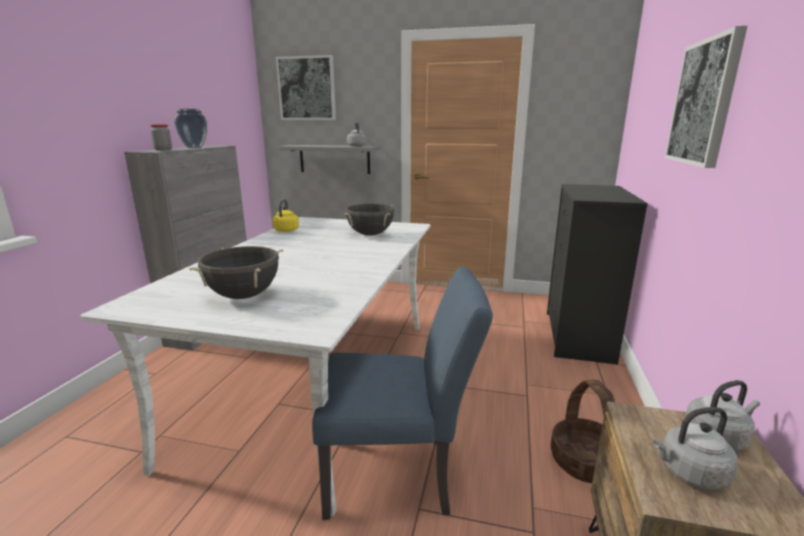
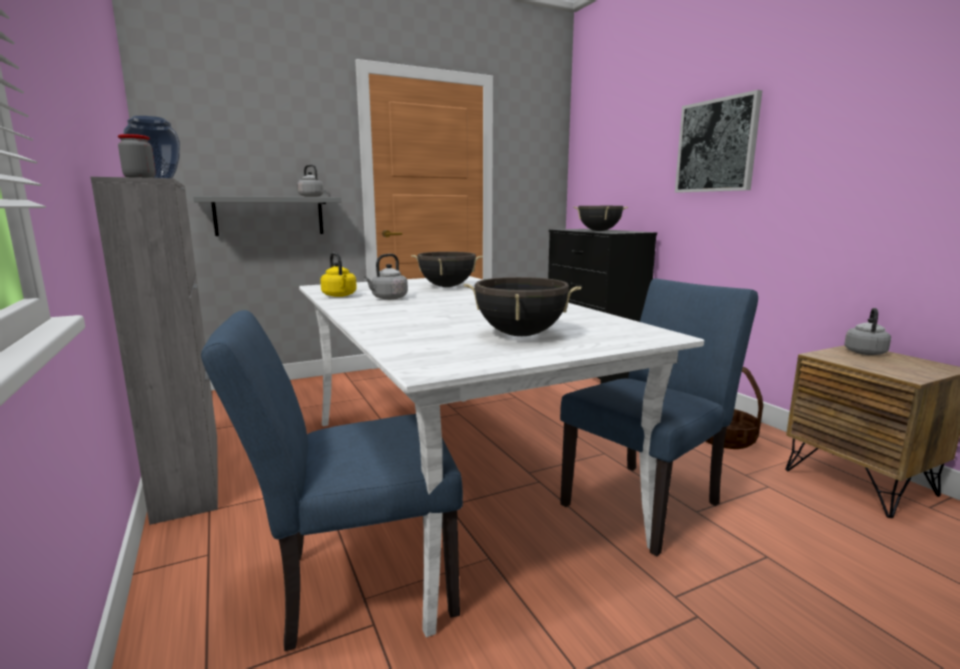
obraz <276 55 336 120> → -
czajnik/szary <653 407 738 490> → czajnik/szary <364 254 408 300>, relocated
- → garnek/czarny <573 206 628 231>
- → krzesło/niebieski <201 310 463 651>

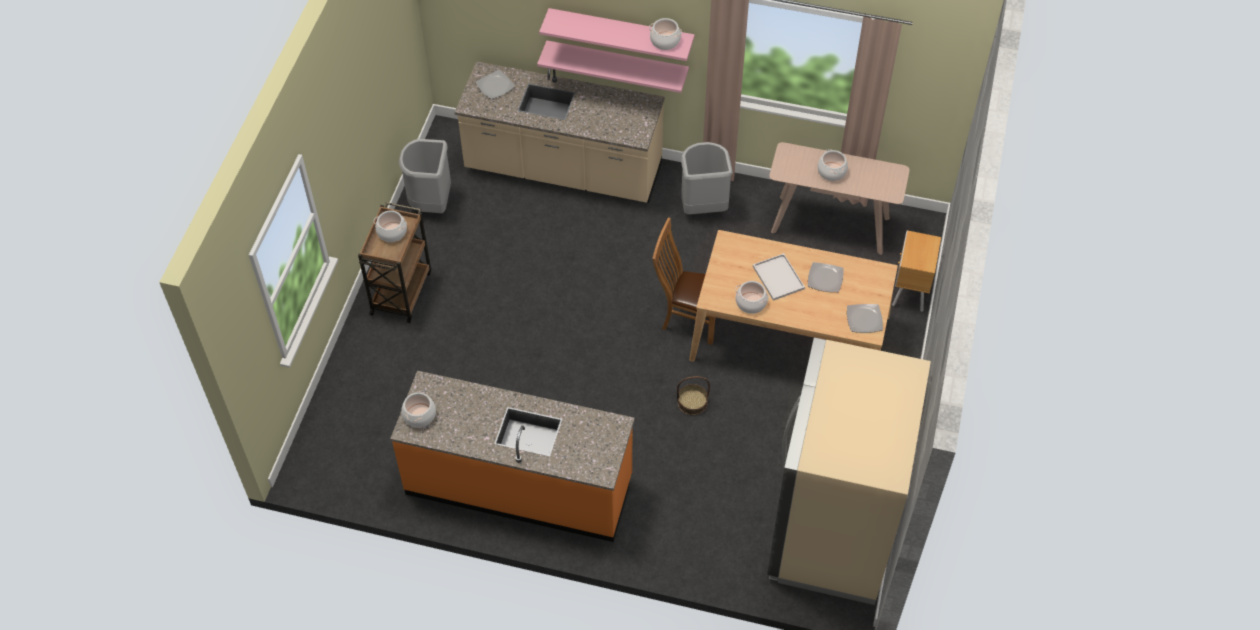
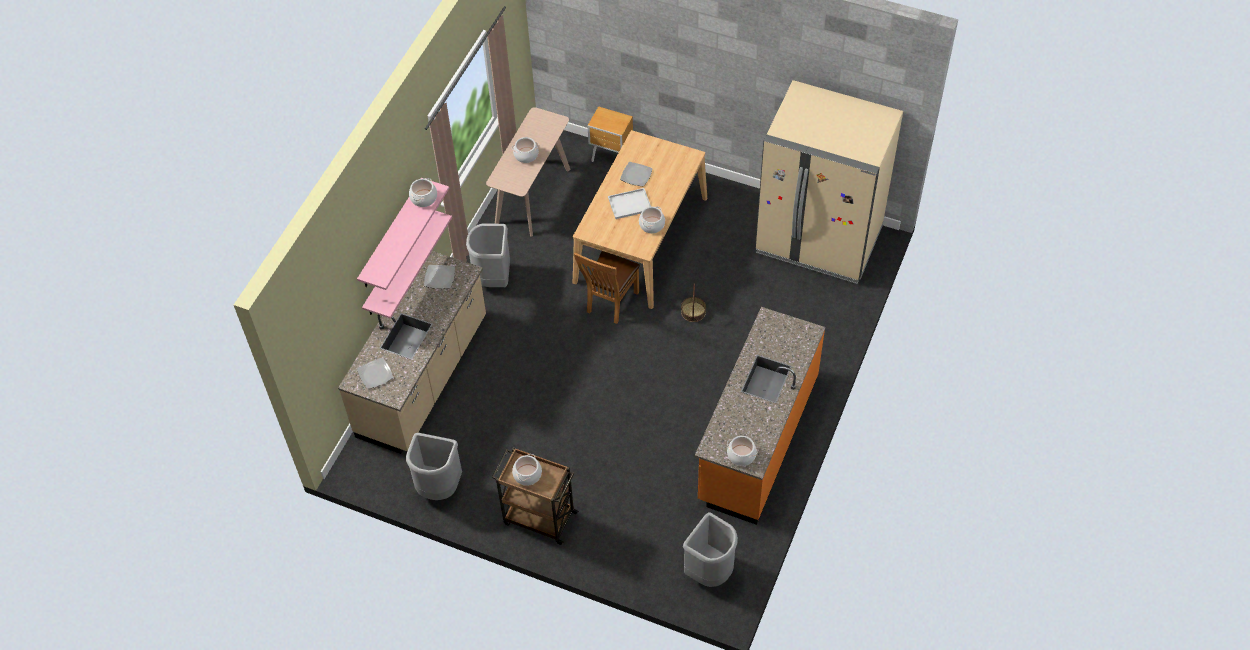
talerz <847 304 883 333> → talerz <424 265 455 289>, relocated
- → kosz na śmieci/szary <683 512 738 587>

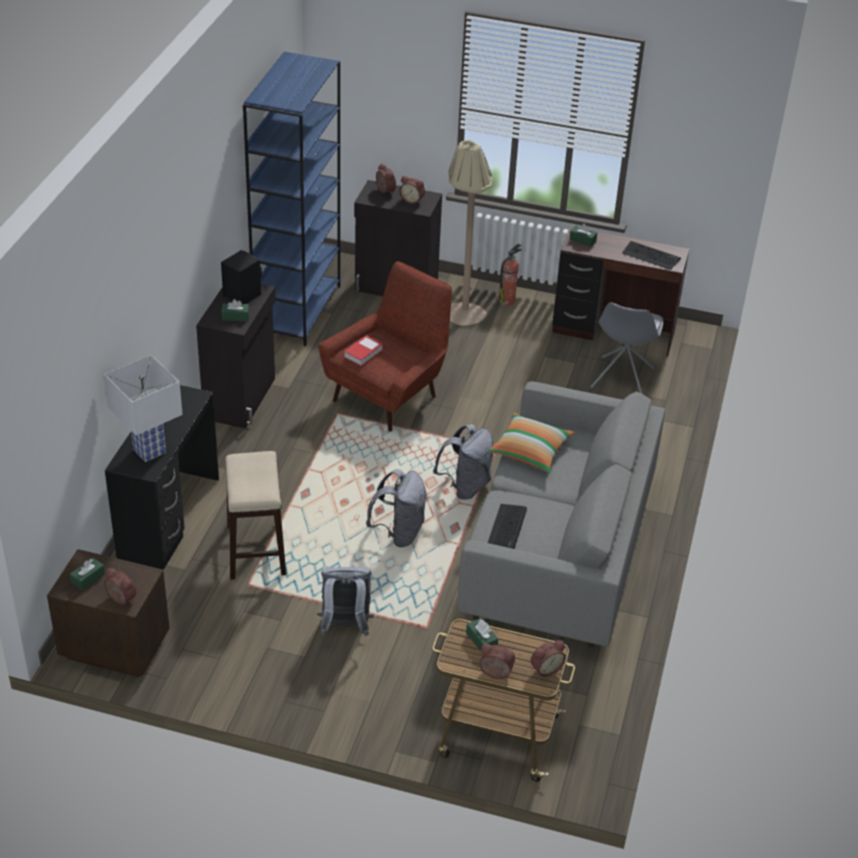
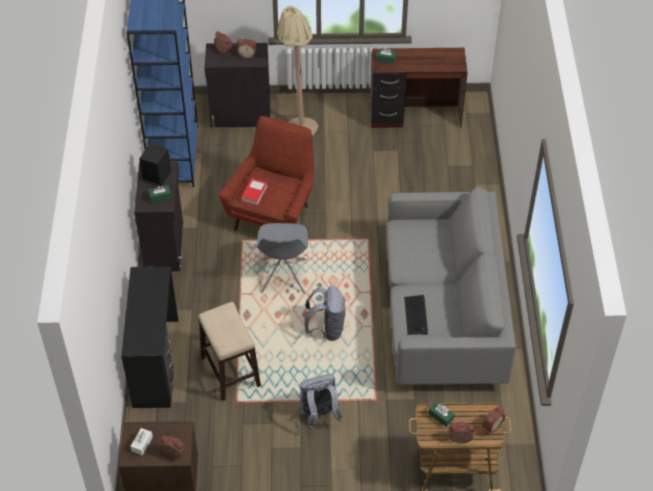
klawiatura <622 241 681 270> → -
gaśnica <499 244 522 306> → -
krzesło/szary <590 302 663 394> → krzesło/szary <257 223 308 294>, relocated
lampa stołowa/biały <104 355 183 462> → -
poduszka <488 413 574 473> → -
plecak/szary <433 424 494 500> → -
pudełko chusteczek/zielony <70 558 105 591> → pudełko chusteczek/biały <130 428 153 455>

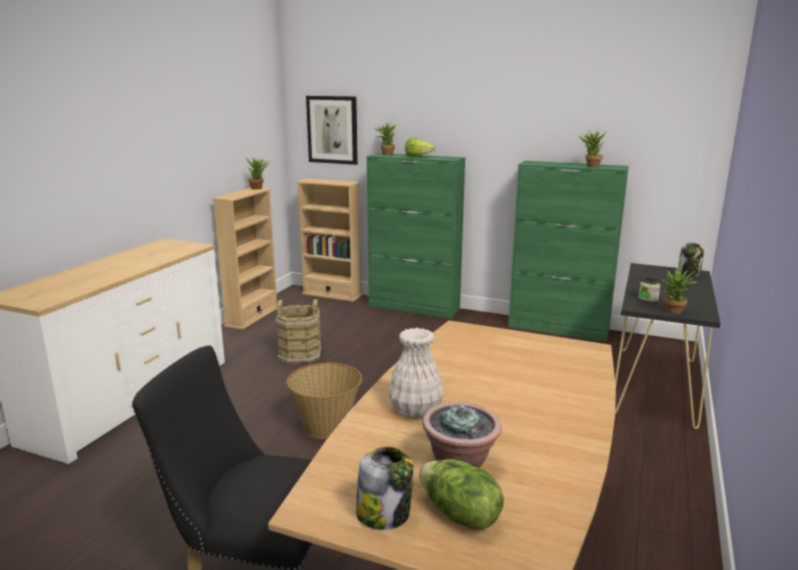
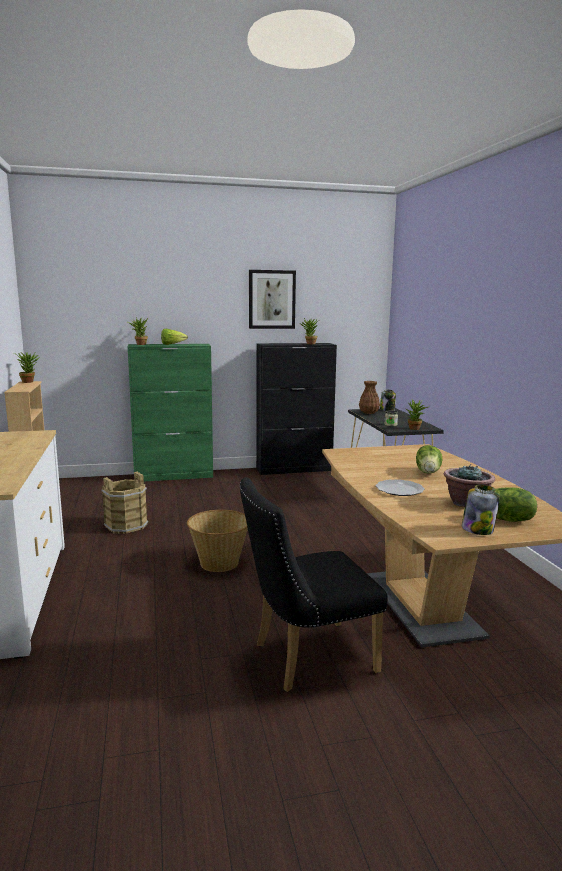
obraz <306 96 358 165> → obraz <249 270 296 329>, relocated
szafka/zielony <508 161 629 342> → szafka/czarny <256 343 337 475>
regał/beżowy <296 178 362 302> → -
wazon/biały <388 328 444 418> → talerz <376 479 425 496>
- → wazon/brązowy <359 381 380 414>
- → sałata <416 445 442 474>

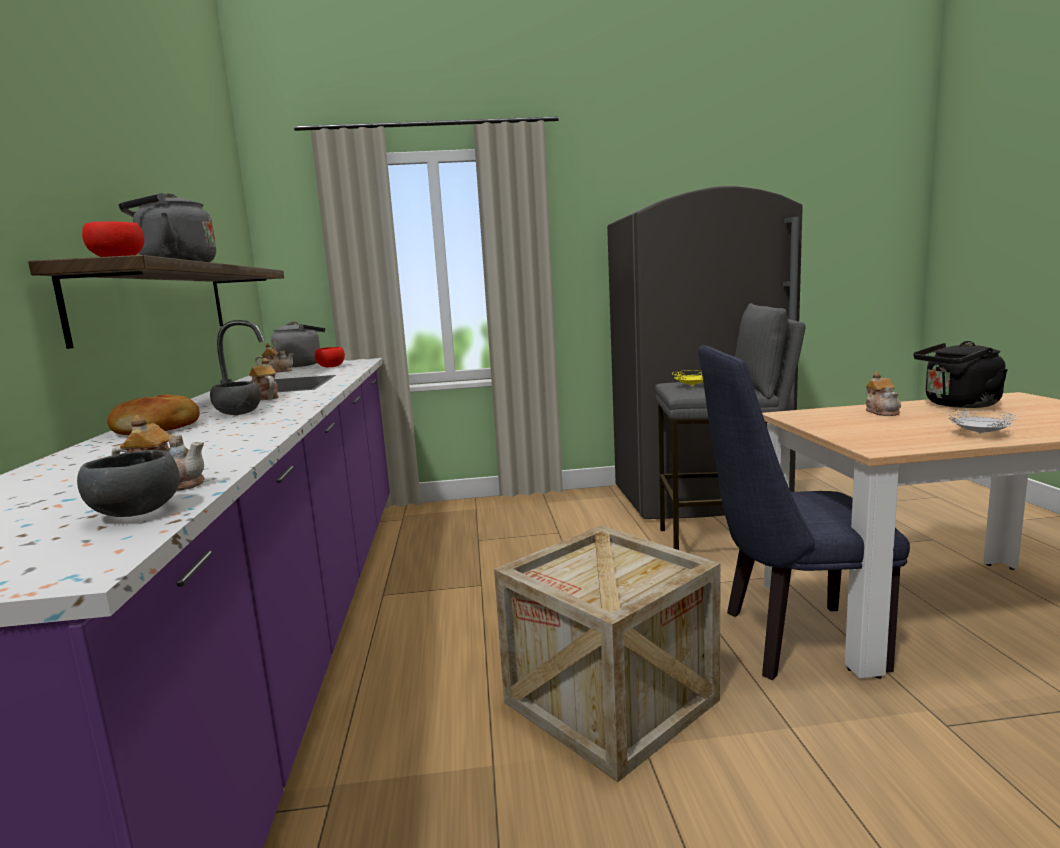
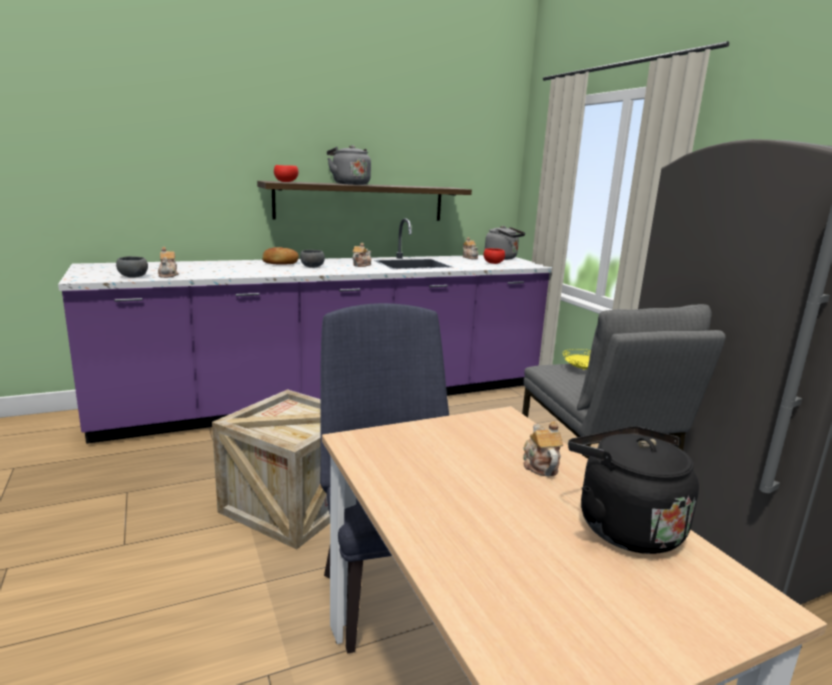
imbryk <866 372 901 416> → imbryk <523 421 563 476>, 105 degrees clockwise
talerz/biały <948 410 1018 434> → -

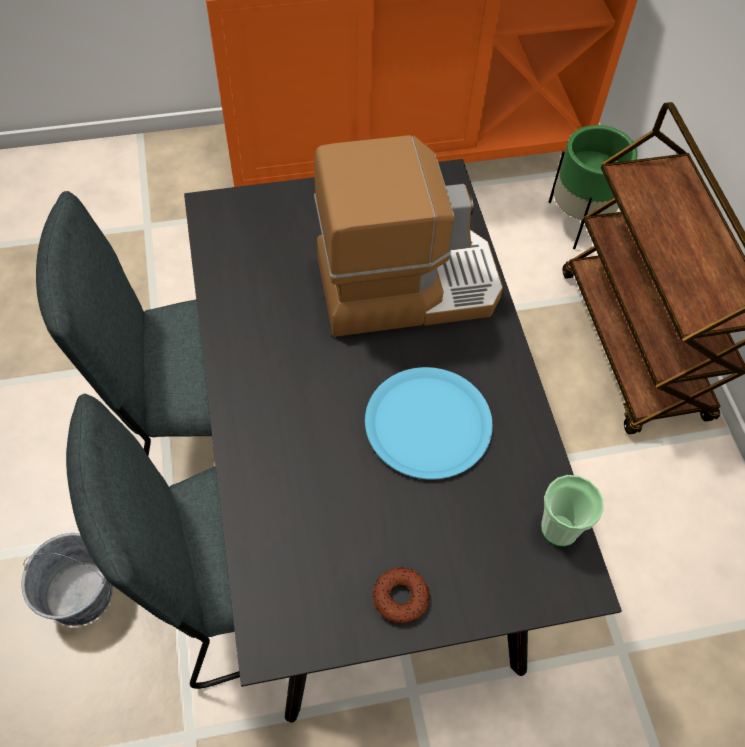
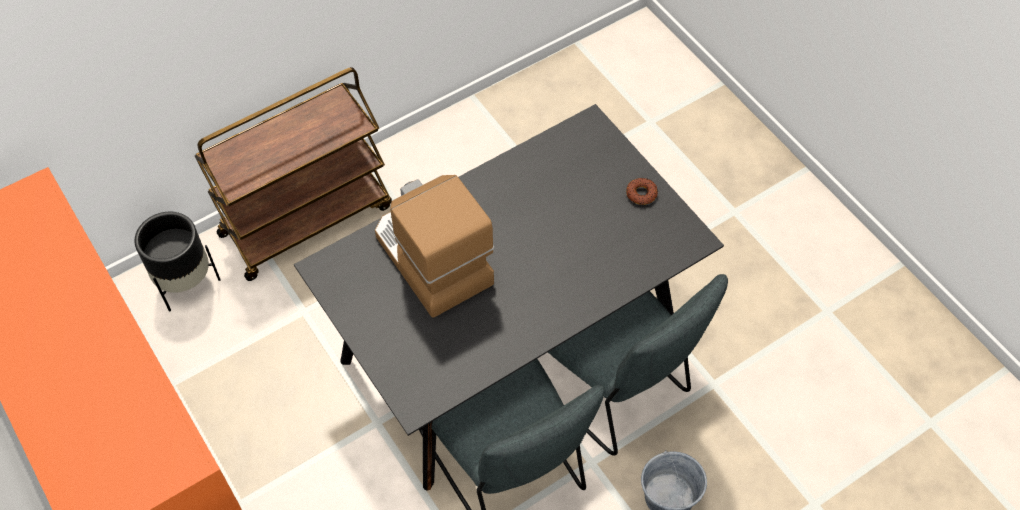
donica/zielony <549 125 638 249> → donica/czarny <134 212 221 311>
talerz/niebieski <365 367 493 480> → -
filiżanka <541 475 604 547> → -

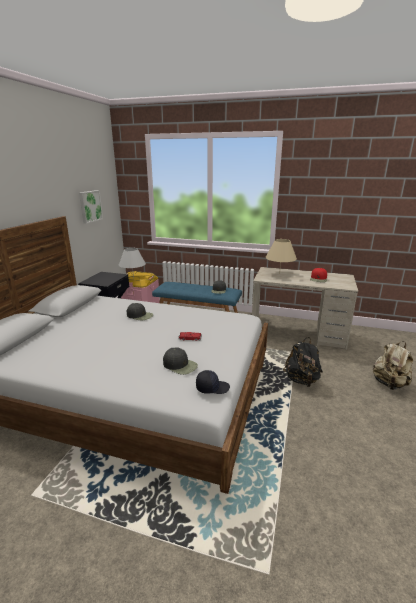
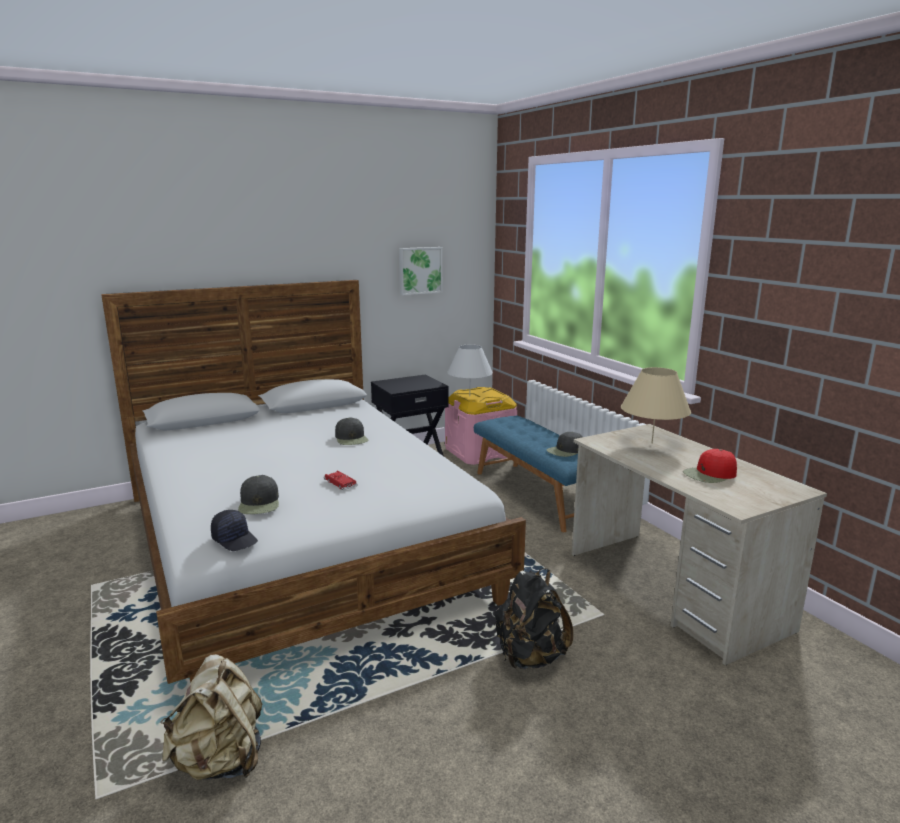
plecak/beżowy <373 341 413 390> → plecak/beżowy <160 654 262 780>, relocated

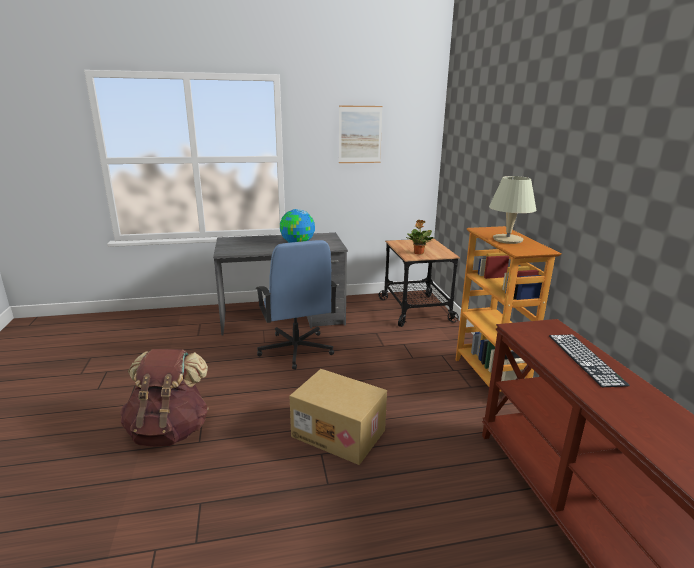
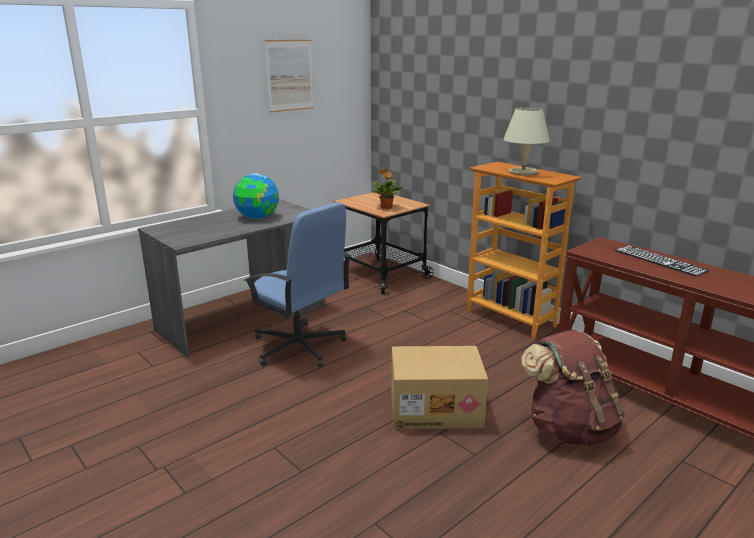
plecak/brązowy <120 349 209 447> → plecak/brązowy <521 329 625 446>, relocated

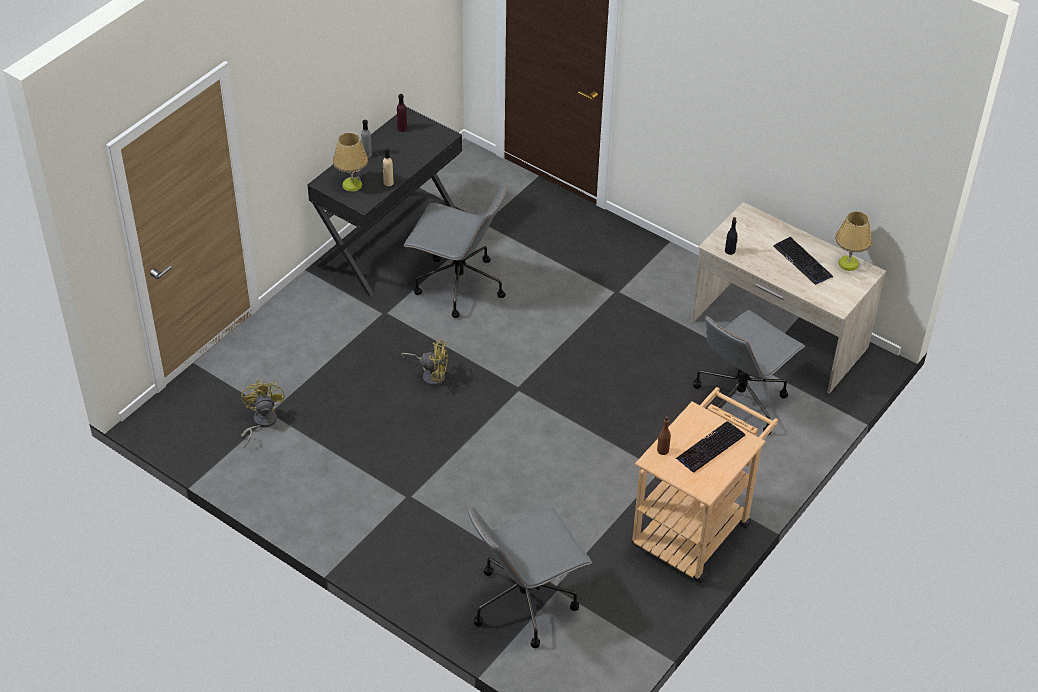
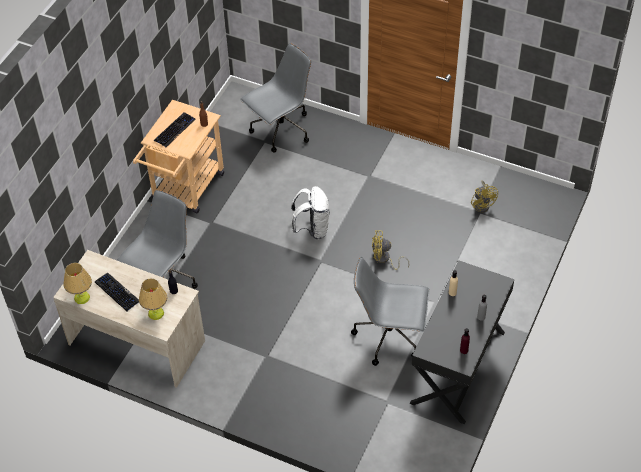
lampa stołowa <333 133 368 192> → lampa stołowa <139 278 167 320>, relocated
- → plecak/biały <291 186 329 239>

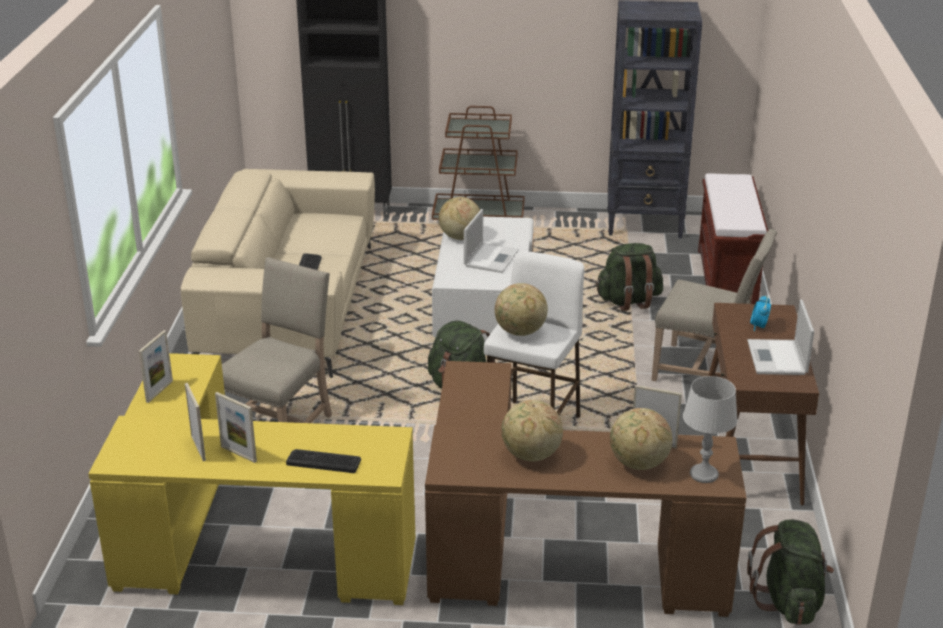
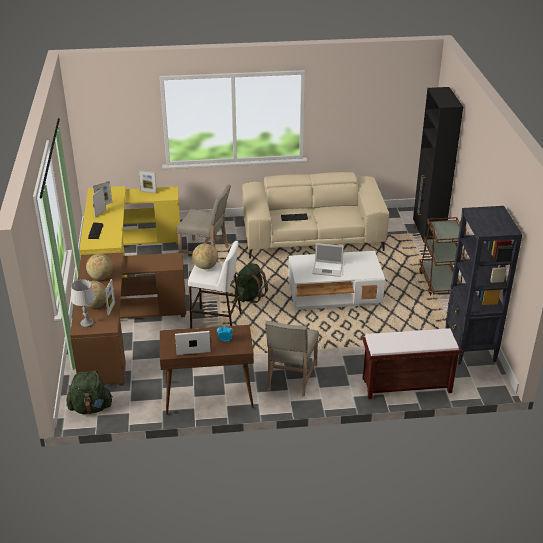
globus <439 197 480 240> → -
plecak/zielony <596 243 663 311> → -

